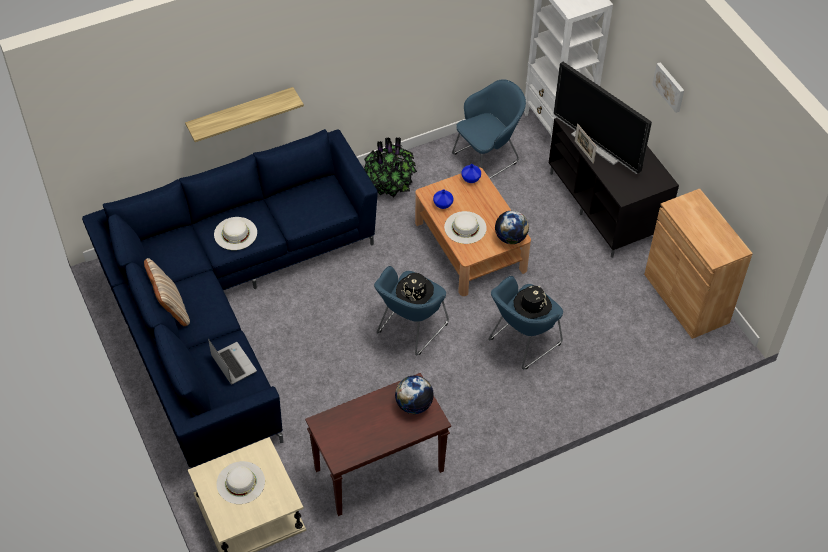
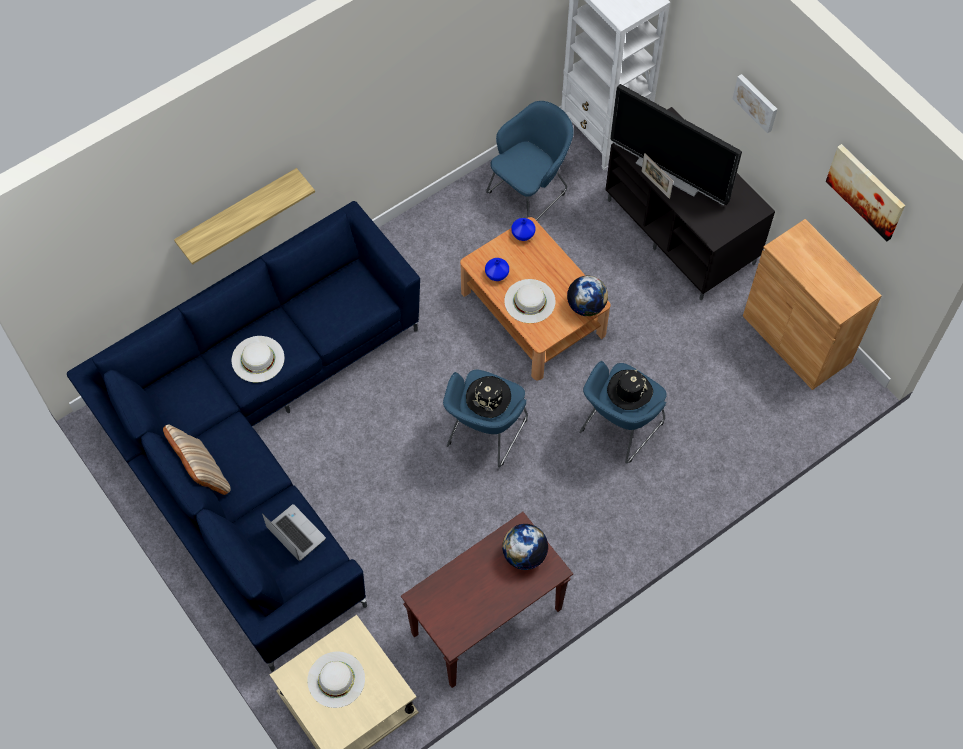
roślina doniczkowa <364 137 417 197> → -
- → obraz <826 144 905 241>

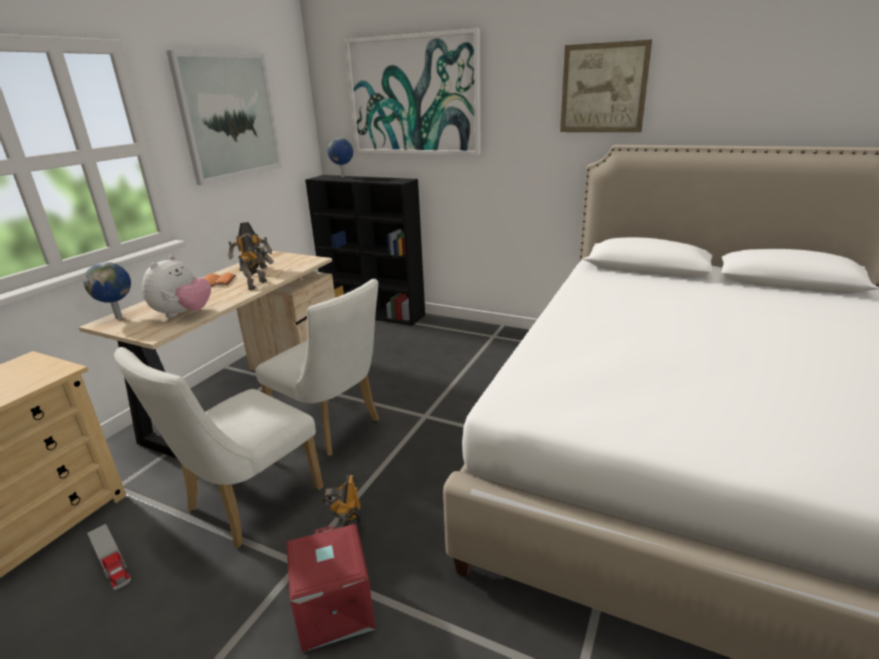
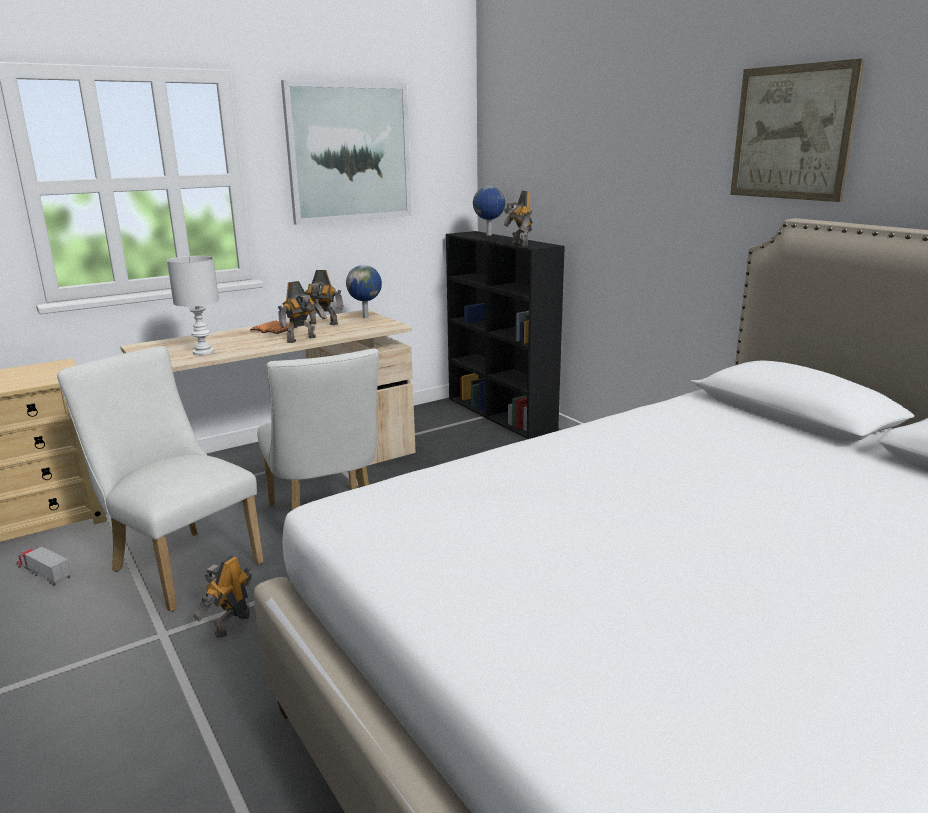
obraz <345 28 481 155> → -
pluszak <142 255 211 318> → lampa stołowa/biały <167 256 219 355>
globus <83 262 131 319> → globus <346 265 382 318>, relocated
krzesło/biały <114 347 323 547> → krzesło/biały <57 346 263 612>, 60 degrees clockwise
ciężarówka zabawkowa <87 524 131 590> → ciężarówka zabawkowa <16 544 71 586>, 135 degrees clockwise
pojemnik do przechowywania/czerwony <286 524 376 652> → -
- → robot zabawkowy <503 191 533 247>

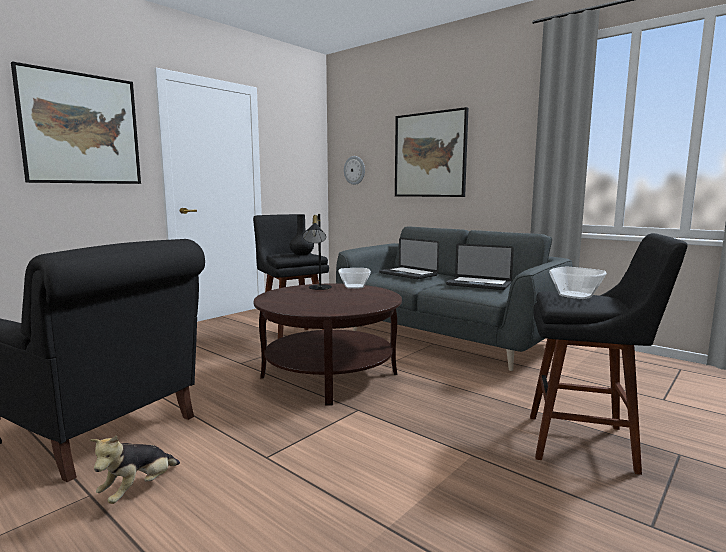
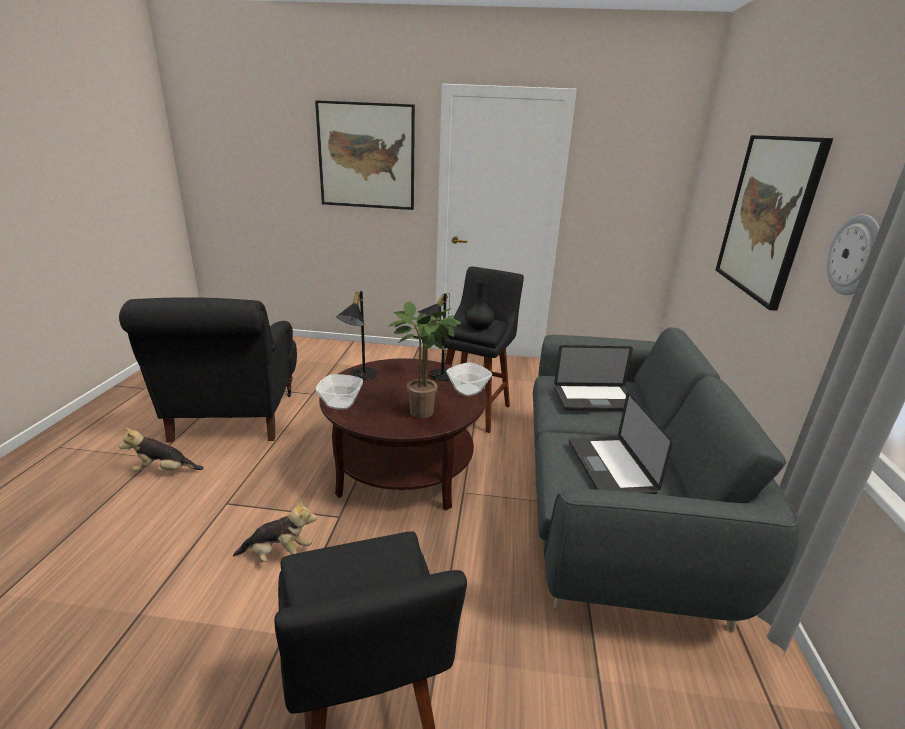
zegar ścienny <344 156 365 185> → zegar ścienny <827 214 880 295>, relocated
laptop <379 238 439 279> → laptop <554 345 633 411>, 105 degrees counterclockwise
miska <549 267 607 299> → miska <316 374 363 410>, relocated
- → lampa stołowa/czarny <337 291 378 380>
- → roślina doniczkowa <388 301 462 419>
- → pluszak <233 498 317 562>

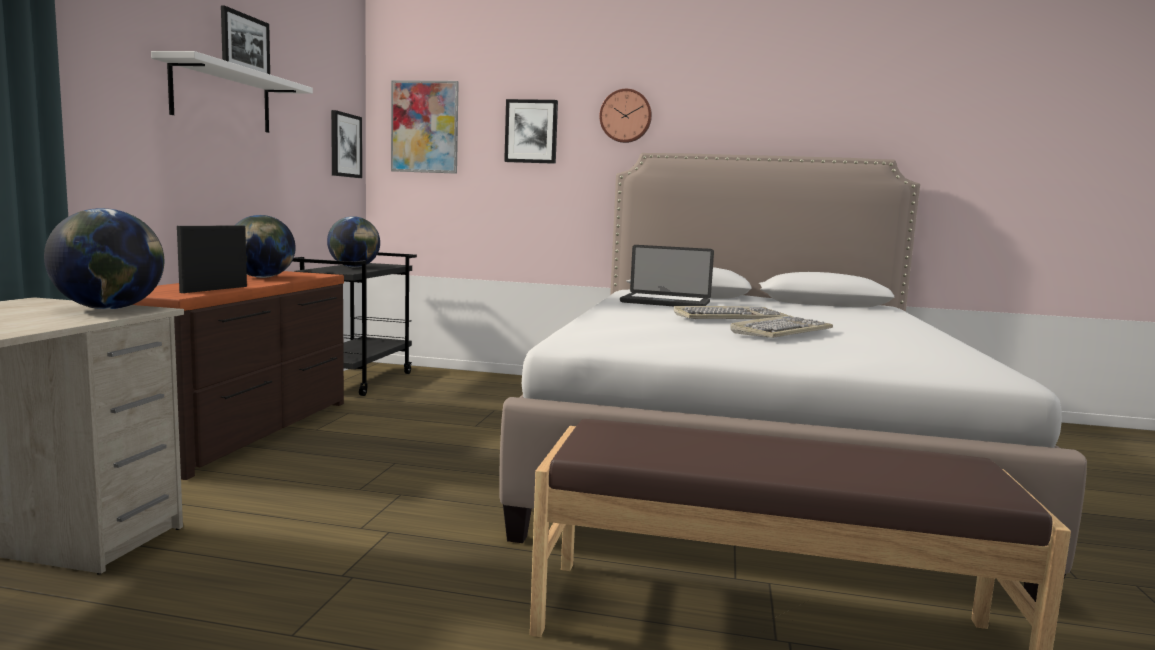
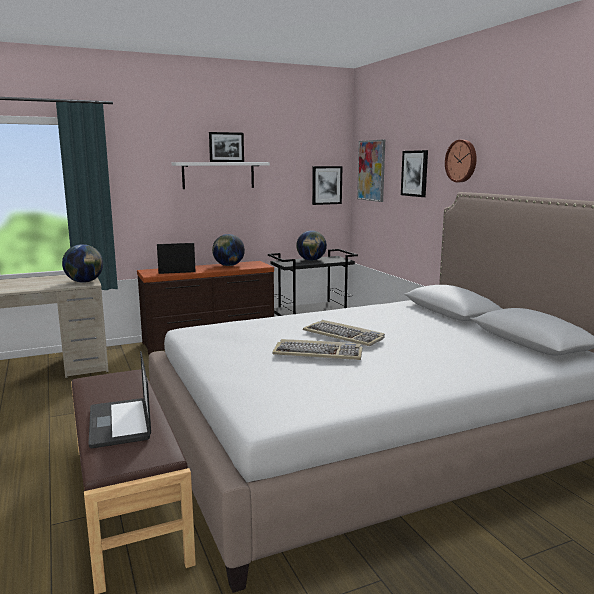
laptop <620 245 714 306> → laptop <89 351 151 448>, relocated

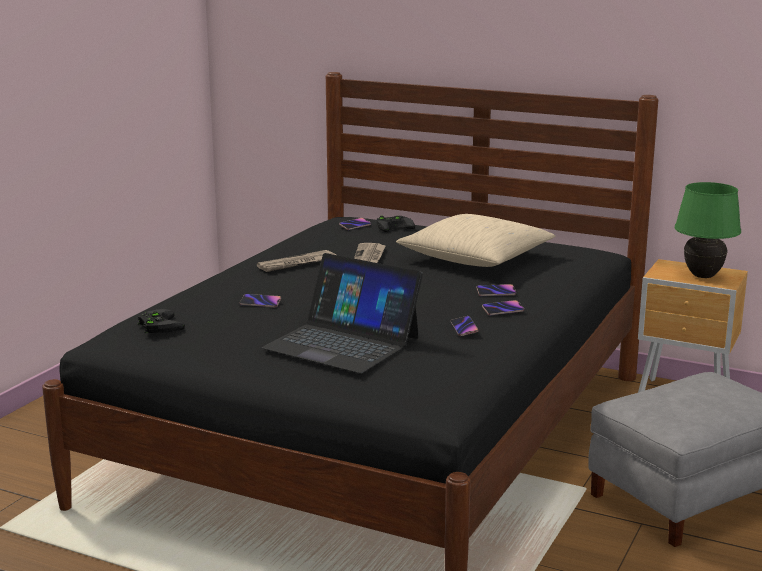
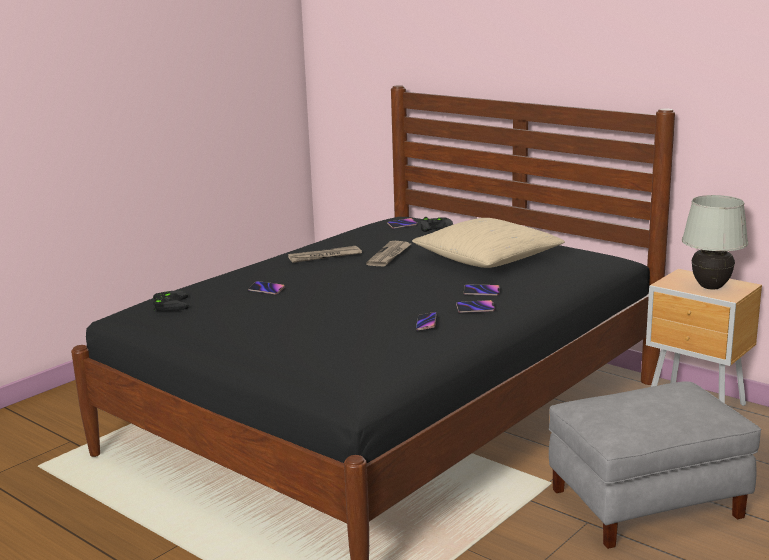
lampa stołowa/zielony <674 182 741 278> → lampa stołowa/biały <682 195 748 290>
laptop <262 253 423 373> → -

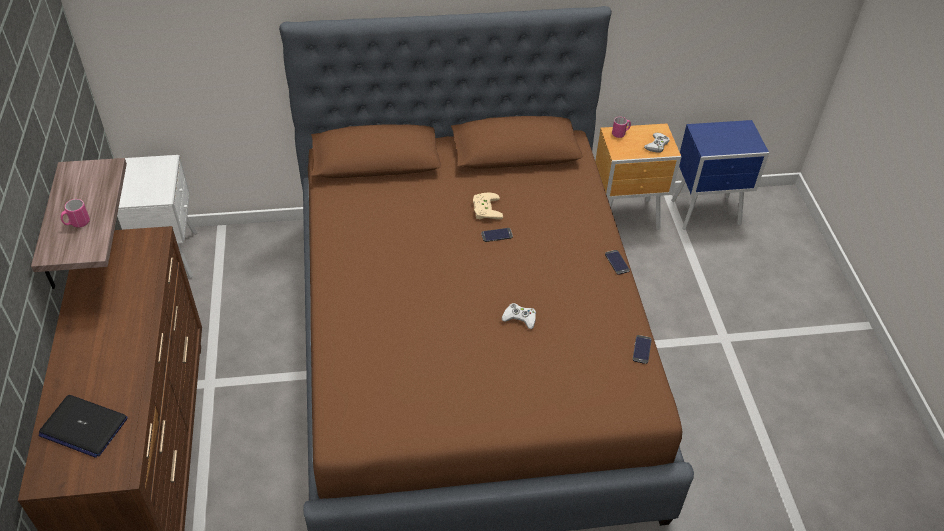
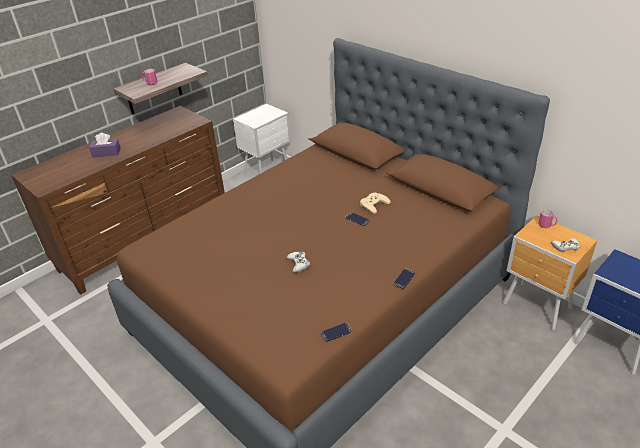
laptop <39 395 128 458> → -
- → pudełko chusteczek/fioletowy <89 133 121 157>

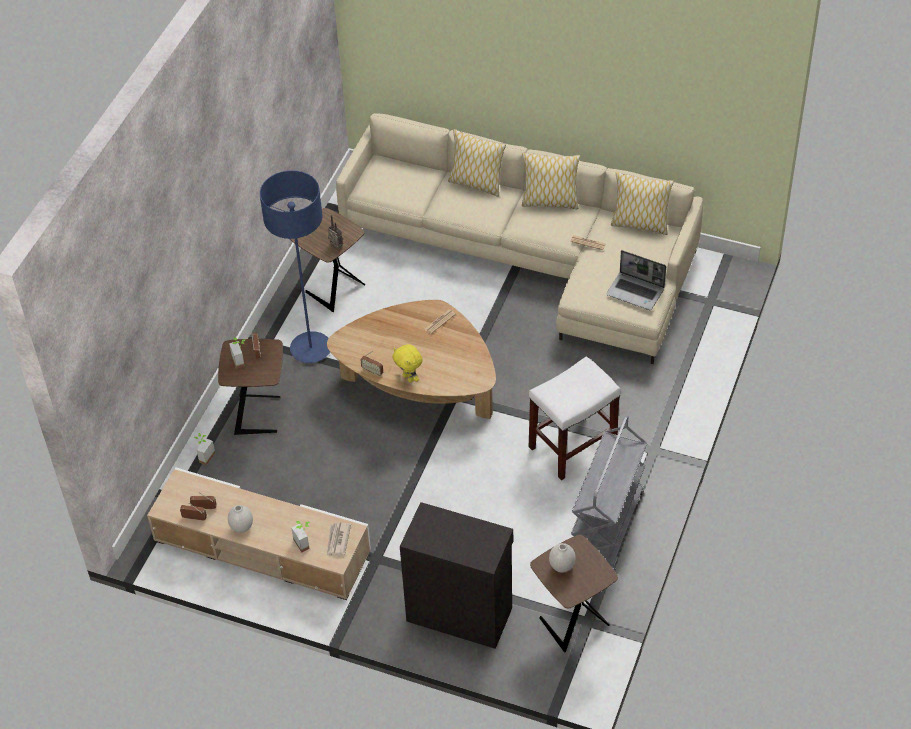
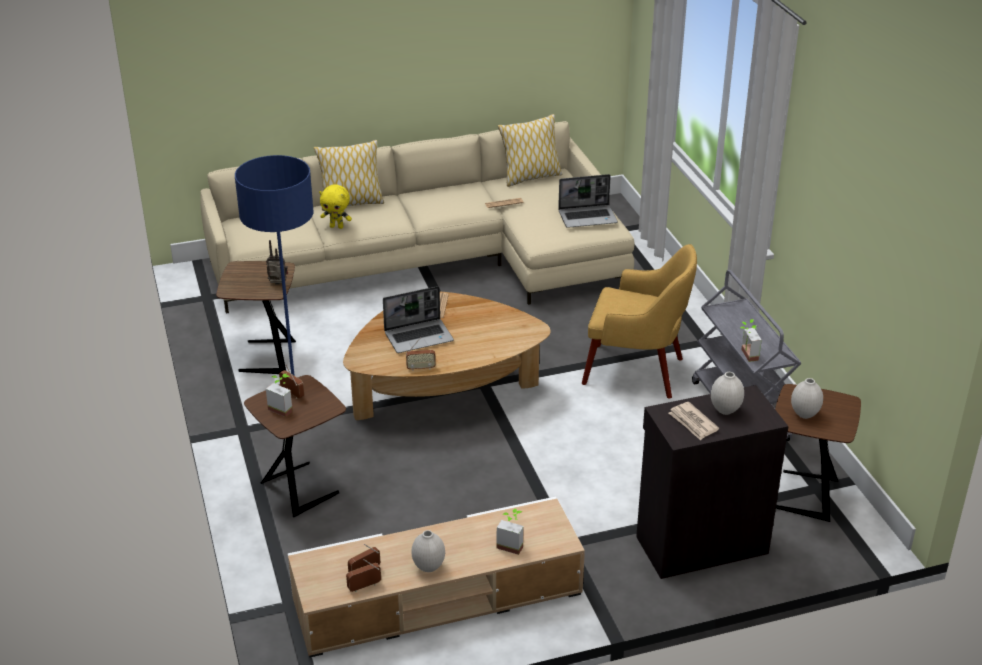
poduszka <522 153 580 209> → -
pluszak/żółty <392 344 422 383> → pluszak/żółty <319 184 352 229>, relocated
stołek/biały <529 356 621 481> → fotel/żółty <582 244 697 399>
roślina doniczkowa <194 433 215 465> → roślina doniczkowa <741 319 762 362>, relocated
gazeta <327 522 351 556> → gazeta <669 402 719 440>, relocated
- → laptop <383 286 454 353>
- → wazon/biały <711 372 744 415>

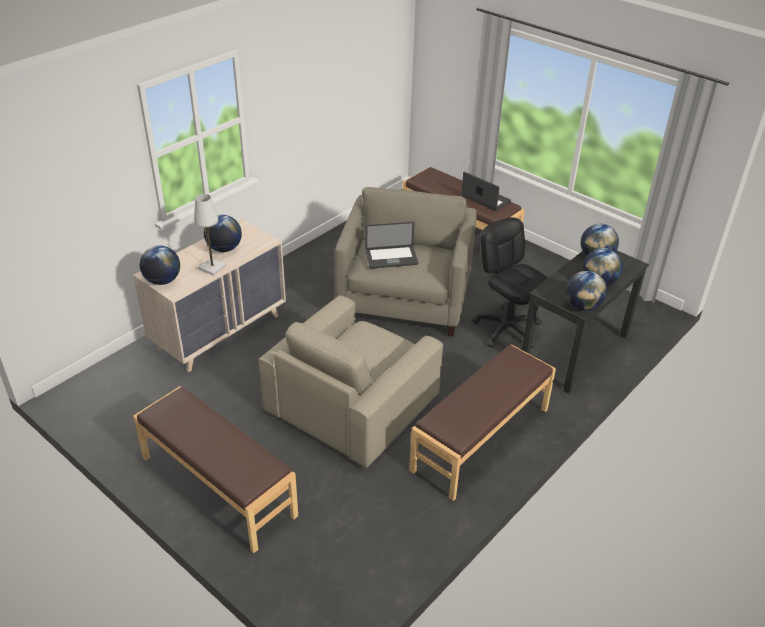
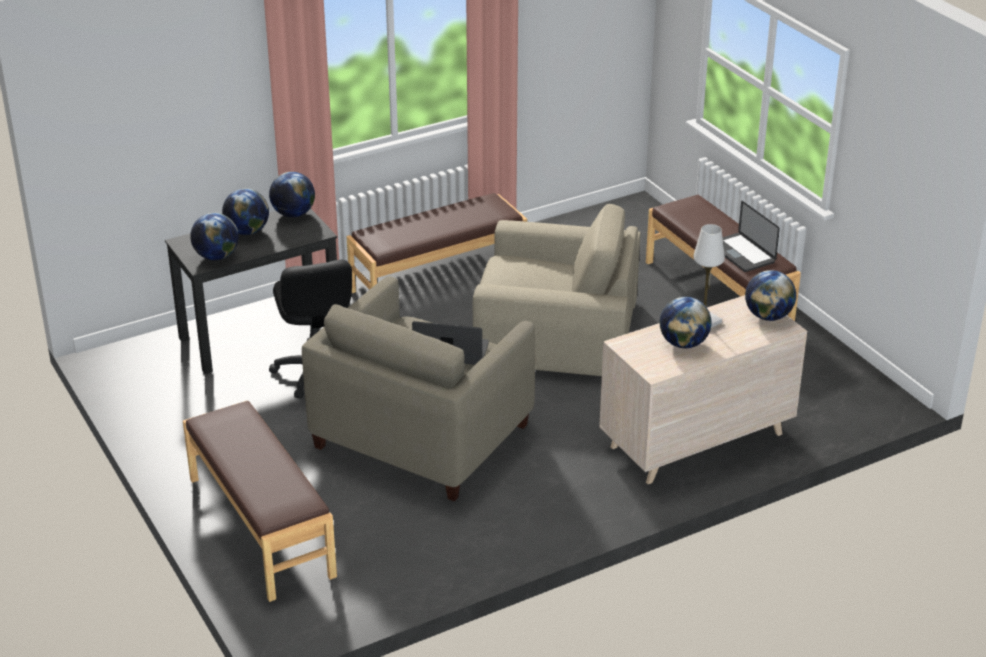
laptop <461 172 511 211> → laptop <723 201 780 272>, relocated
fotel/beżowy <258 295 443 468> → fotel/beżowy <473 204 641 376>, 45 degrees clockwise

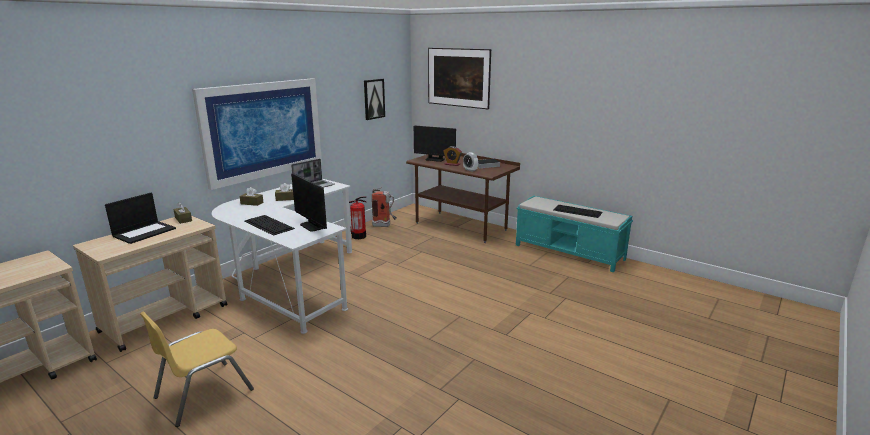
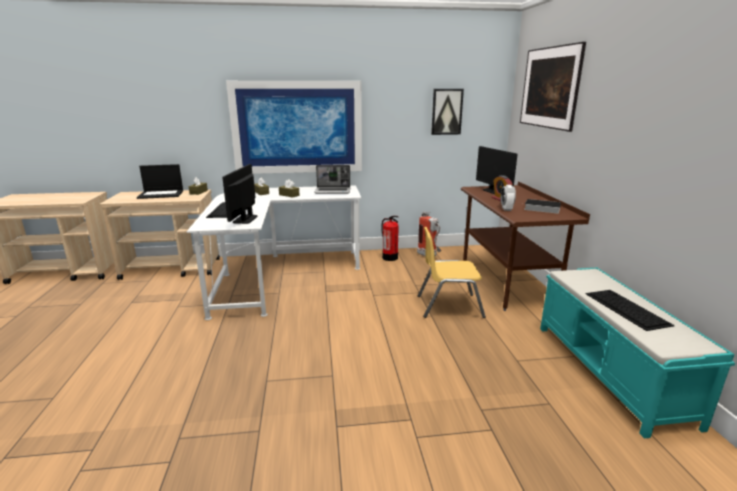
krzesło/żółty <140 312 254 427> → krzesło/żółty <418 227 486 318>, relocated

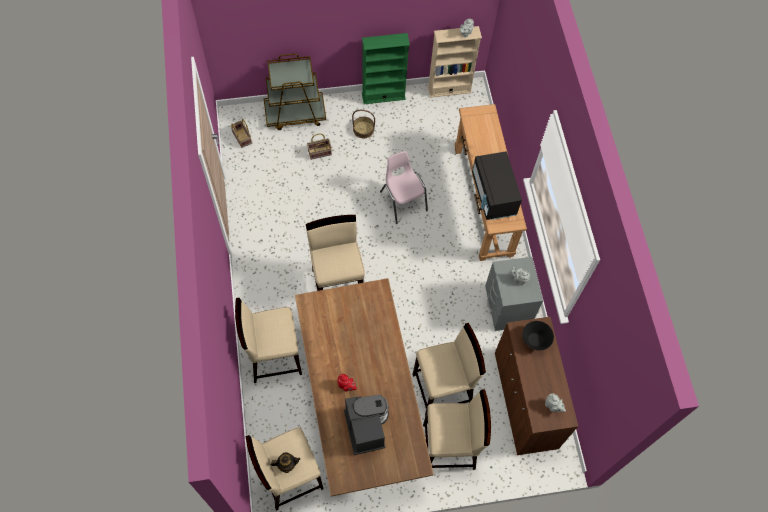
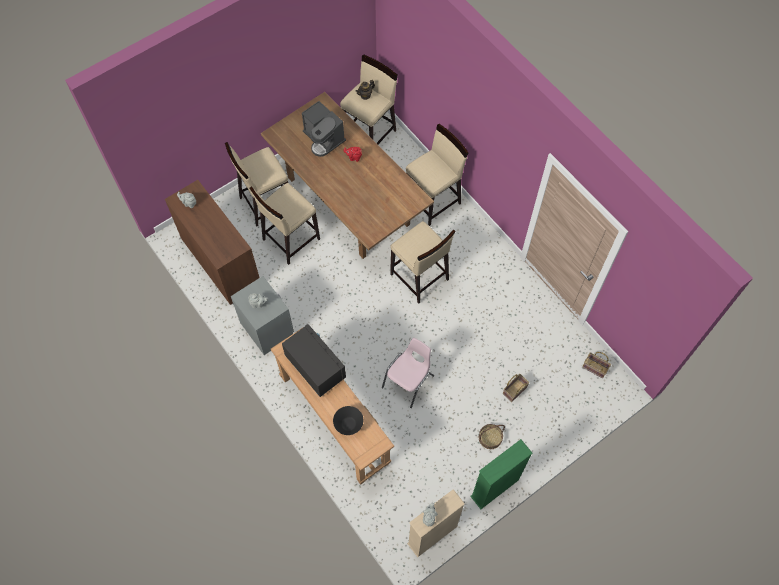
wózek/brązowy <264 53 326 130> → -
krzesło/różowy <380 151 428 224> → krzesło/różowy <382 338 434 408>, 90 degrees counterclockwise
miska/czarny <522 321 554 351> → miska/czarny <333 406 363 435>, relocated

